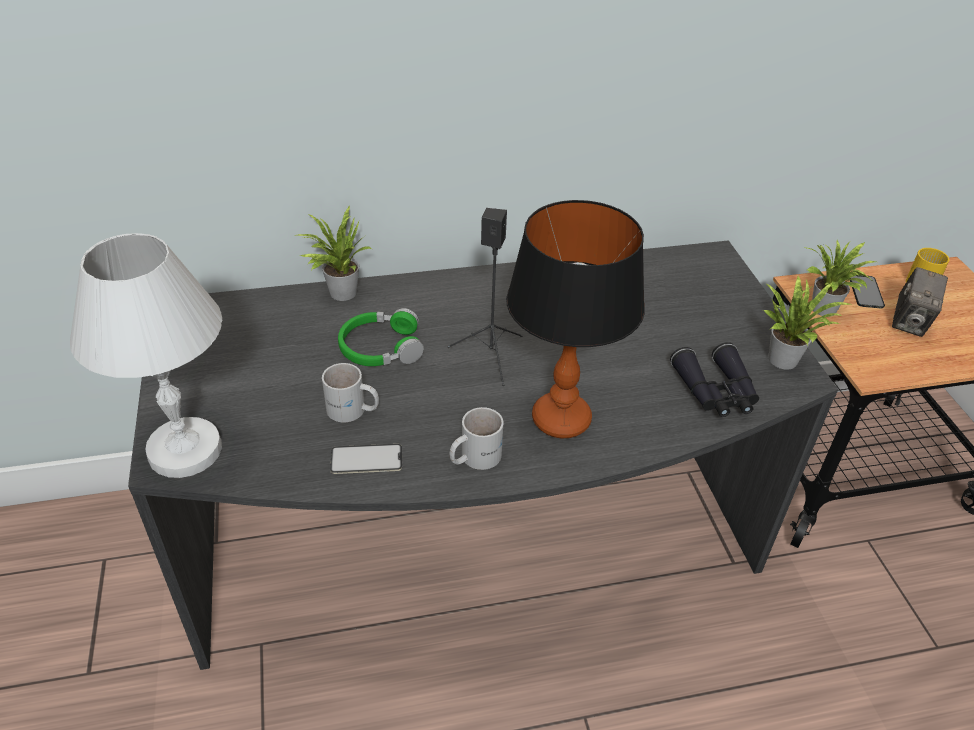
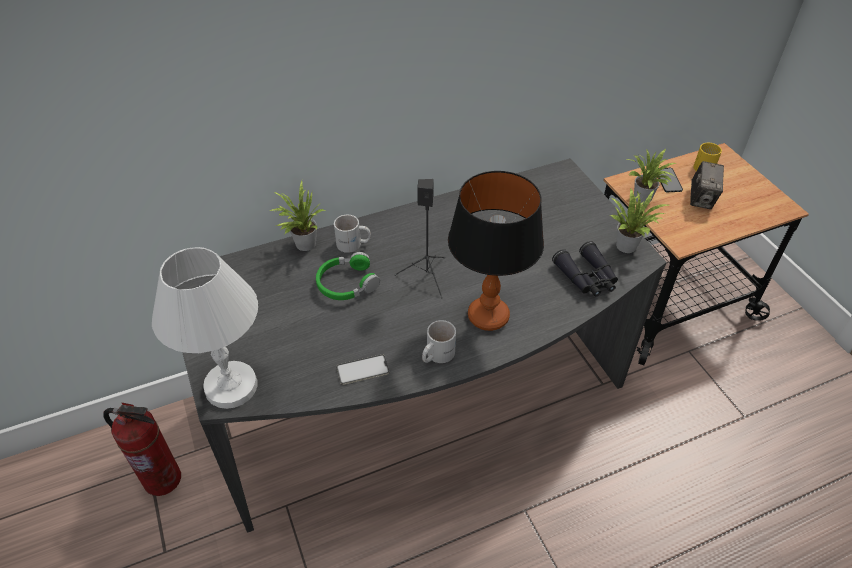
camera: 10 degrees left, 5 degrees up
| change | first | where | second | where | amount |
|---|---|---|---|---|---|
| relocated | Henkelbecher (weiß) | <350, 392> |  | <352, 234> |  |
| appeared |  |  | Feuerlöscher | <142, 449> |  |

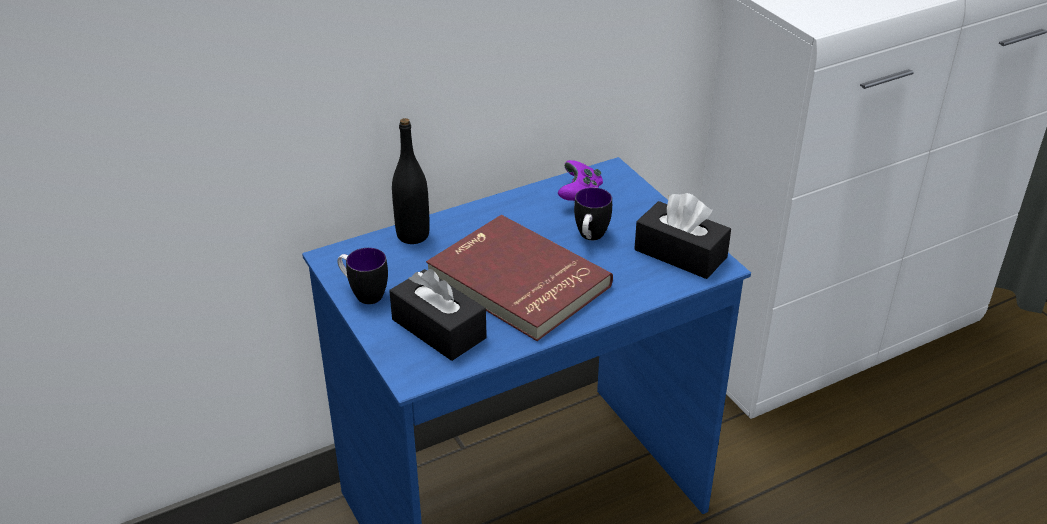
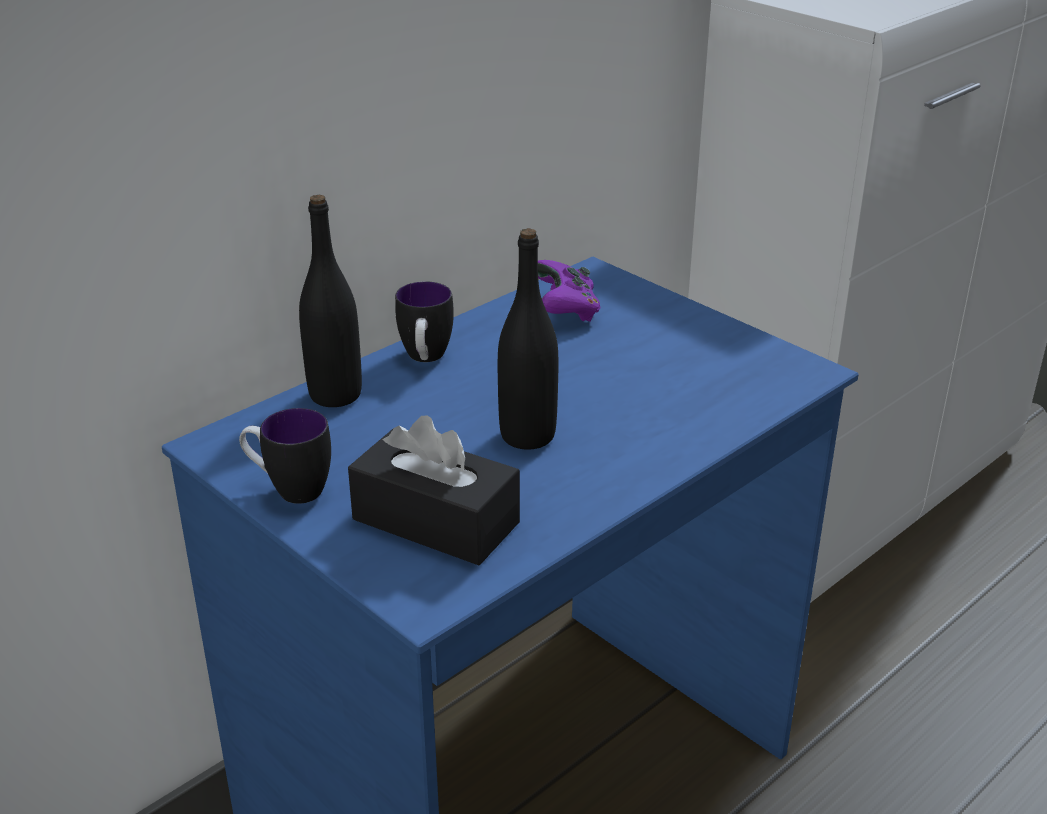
camera: 15 degrees left, 5 degrees down
| change | first | where | second | where | amount |
|---|---|---|---|---|---|
| relocated | Henkelbecher | <593, 213> |  | <424, 322> |  |
| missing | Taschentuchbox (schwarz) | <682, 236> |  |  |  |
| exchanged | Buch (rot) | <519, 278> | Flasche (schwarz) | <528, 338> |  |

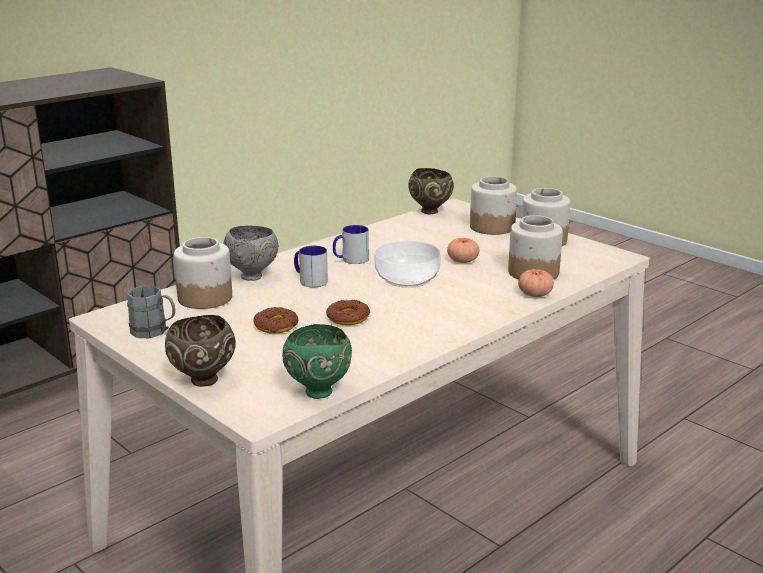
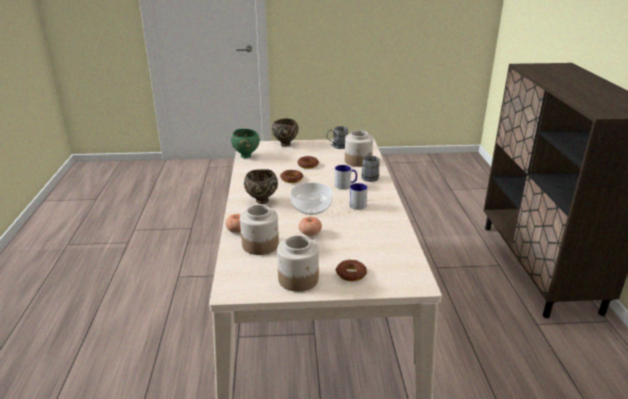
camera: 130 degrees right, 5 degrees up
| change | first | where | second | where | amount |
|---|---|---|---|---|---|
| relocated | Schüssel (braun) | <431, 191> |  | <261, 186> |  |
| exchanged | Vorratsglas | <493, 205> | Donut | <351, 271> |  |
| exchanged | Schüssel (grau) | <250, 253> | Henkelbecher (grau) | <370, 167> |  |

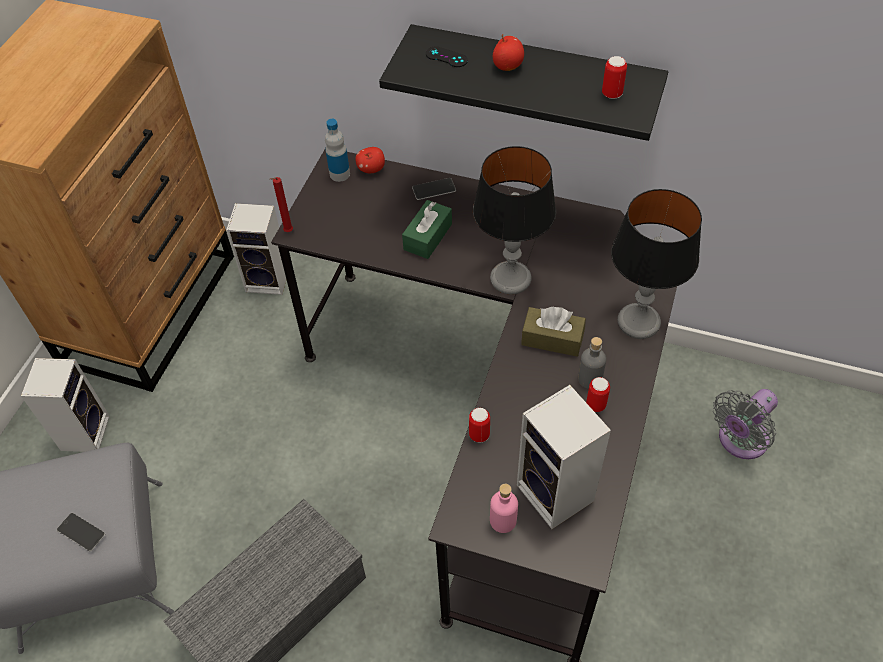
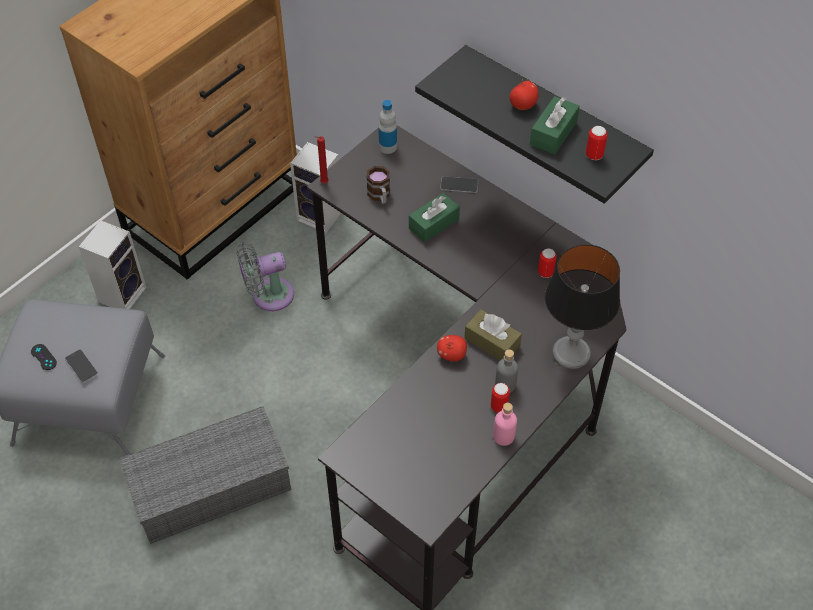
camera: 20 degrees right, 0 degrees up
| change | first | where | second | where | amount |
|---|---|---|---|---|---|
| relocated | Gamepad (schwarz) | <447, 56> |  | <44, 357> |  |
| missing | Tischlampe | <514, 220> |  |  |  |
| relocated | Apfel | <370, 160> |  | <452, 348> |  |
| missing | Lautsprecher | <564, 457> |  |  |  |
| relocated | Ventilator (grau) | <745, 424> |  | <265, 276> |  |
| relocated | Dose | <479, 425> |  | <547, 263> |  |
| relocated | Flasche (rosa) | <504, 508> |  | <505, 424> |  |
| appeared |  |  | Taschentuchbox (grün) | <555, 125> |  |
| appeared |  |  | Henkelbecher | <378, 185> |  |

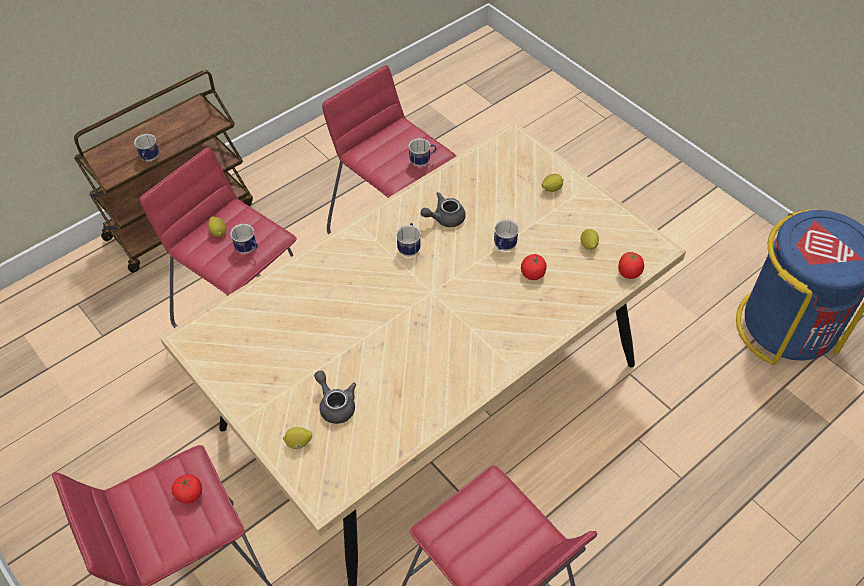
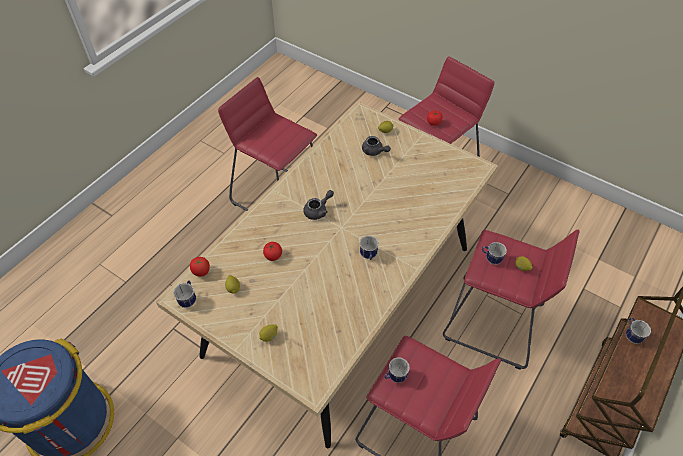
camera: 165 degrees right, 0 degrees up
| change | first | where | second | where | amount |
|---|---|---|---|---|---|
| relocated | Teekanne (grau) | <443, 209> |  | <319, 205> |  |
| relocated | Henkelbecher | <506, 235> |  | <185, 294> |  |

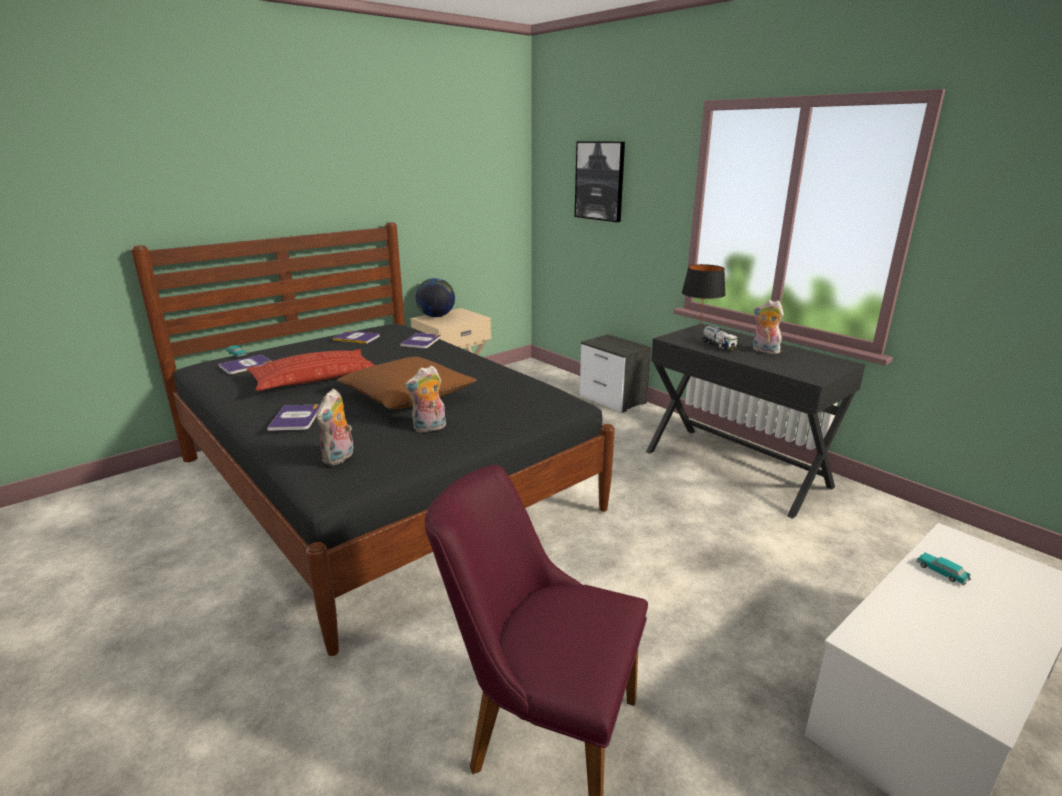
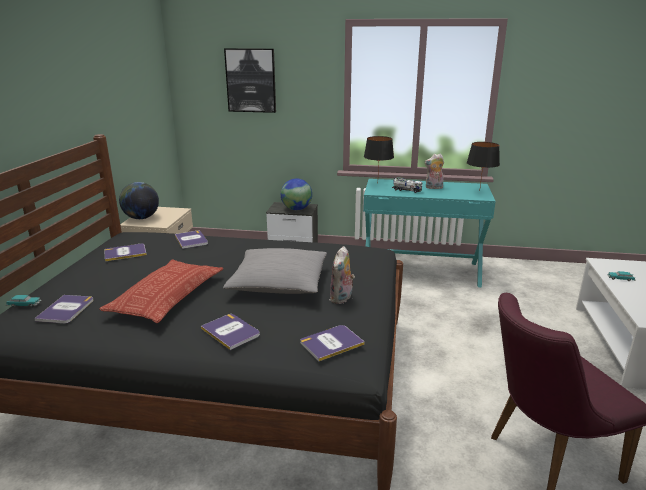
camera: 40 degrees left, 0 degrees up
| change | first | where | second | where | amount |
|---|---|---|---|---|---|
| colour | Schreibtisch (schwarz) | <756, 421> | Schreibtisch (türkis) | <429, 233> |  |
| colour | Kissen (braun) | <407, 382> | Kissen (grau) | <275, 271> |  |
| exchanged | Plüschtier | <335, 427> | Buch | <333, 343> |  |
| appeared |  |  | Tischlampe (schwarz) | <483, 167> |  |
| appeared |  |  | Globus | <296, 194> |  |

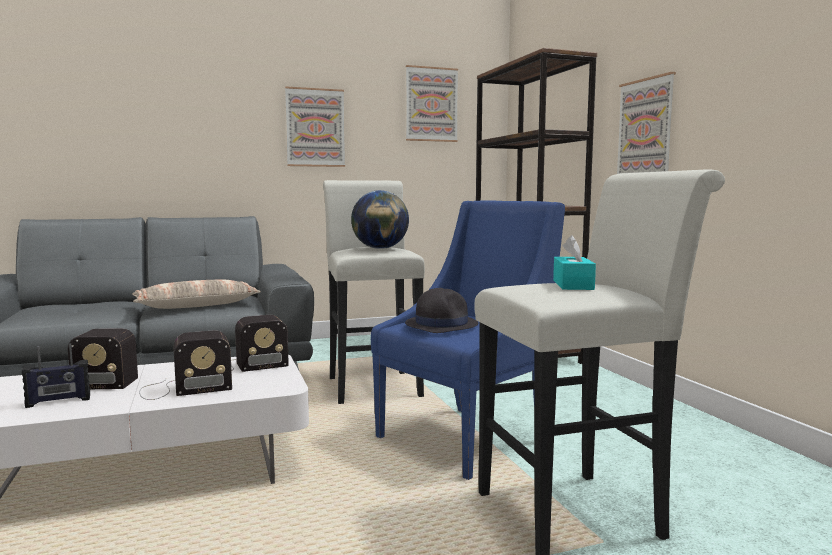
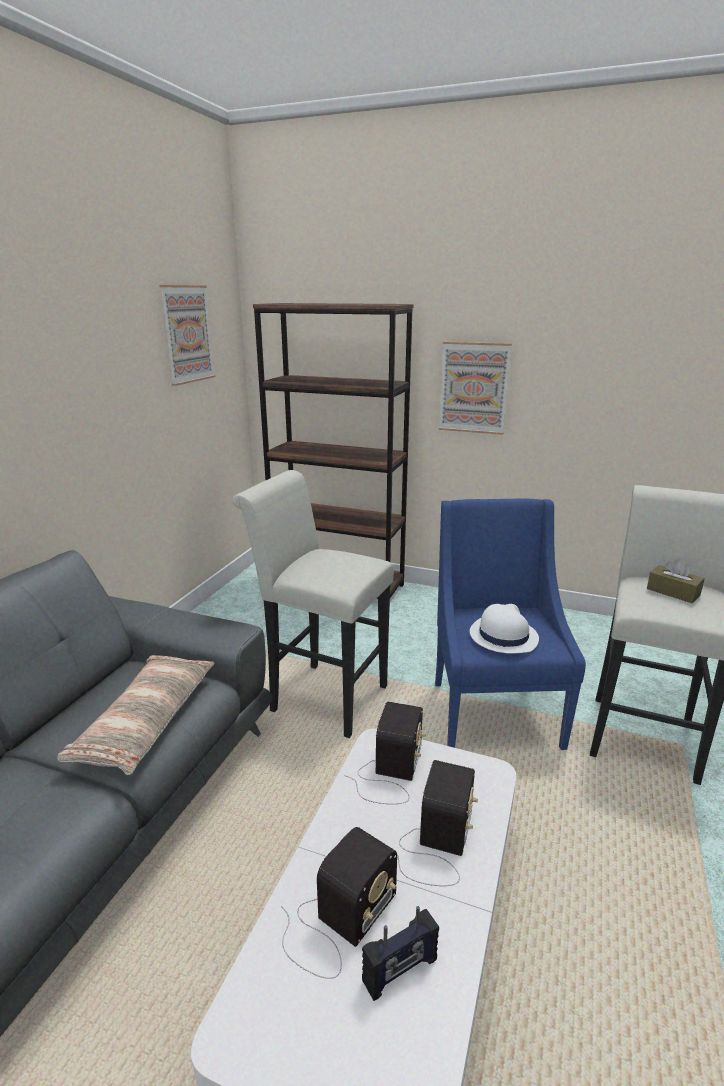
camera: 50 degrees left, 15 degrees up
| change | first | where | second | where | amount |
|---|---|---|---|---|---|
| missing | Bild | <315, 127> |  |  |  |
| missing | Globus | <380, 219> |  |  |  |
| colour | Taschentuchbox (türkis) | <574, 262> | Taschentuchbox (braun) | <676, 580> |  |
| colour | Hut (schwarz) | <441, 310> | Hut (weiß) | <504, 629> |  |
| spun | Radio | <56, 375> |  | <400, 953> | 45 degrees clockwise |

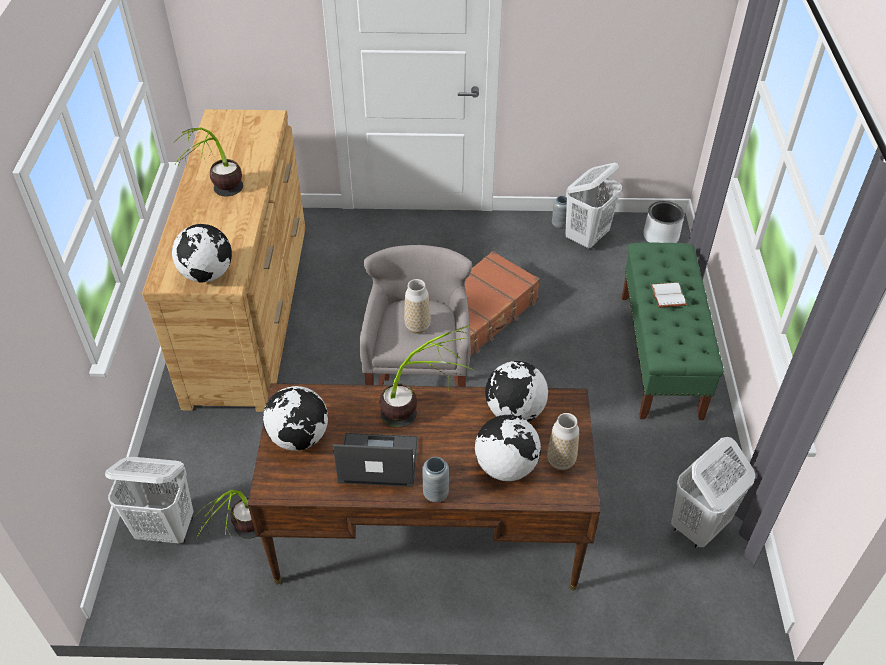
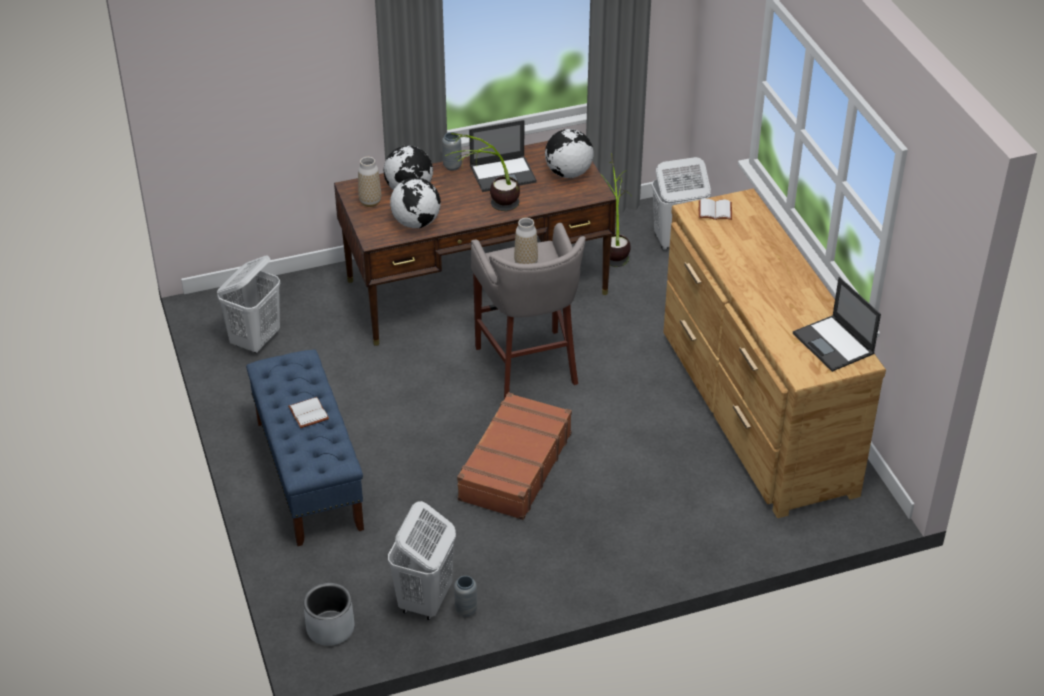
camera: 160 degrees right, 5 degrees down
| change | first | where | second | where | amount |
|---|---|---|---|---|---|
| missing | Topfpflanze | <208, 162> |  |  |  |
| exchanged | Globus | <202, 253> | Buch (weiß) | <715, 209> |  |
| colour | Bank (grün) | <673, 331> | Bank (blau) | <305, 448> |  |
| appeared |  |  | Laptop | <837, 324> |  |

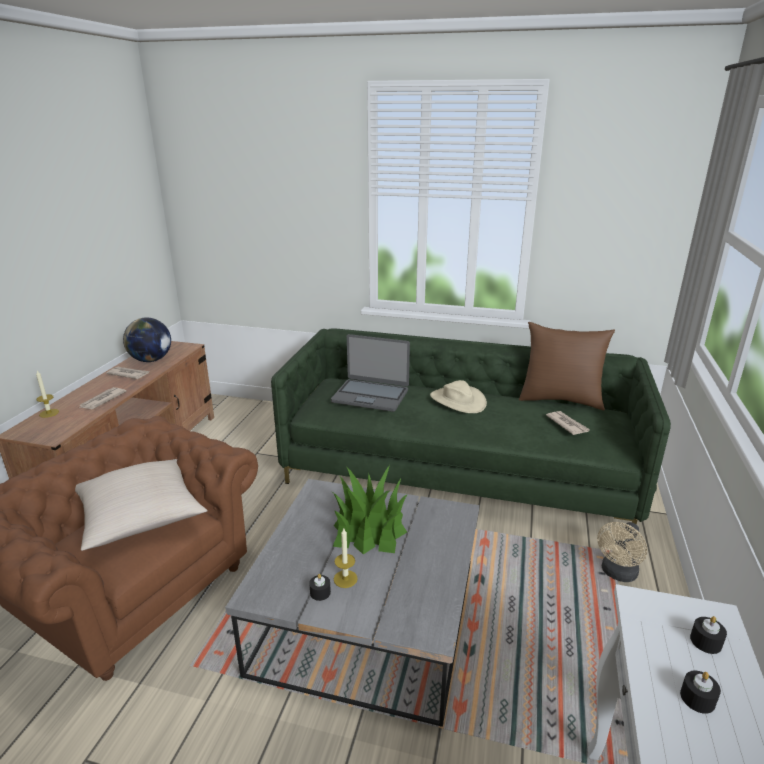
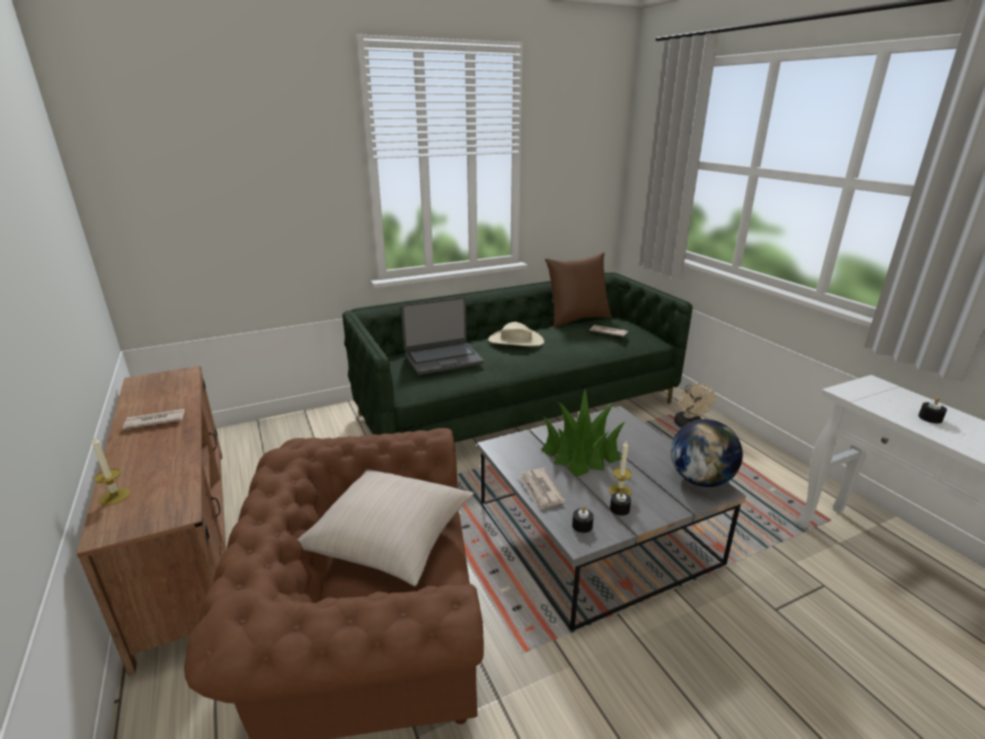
camera: 40 degrees left, 0 degrees up
| change | first | where | second | where | amount |
|---|---|---|---|---|---|
| relocated | Globus | <147, 340> |  | <707, 453> |  |
| relocated | Zeitung | <102, 398> |  | <541, 489> |  |
| relocated | Kerze (schwarz) | <708, 635> |  | <583, 519> |  |

